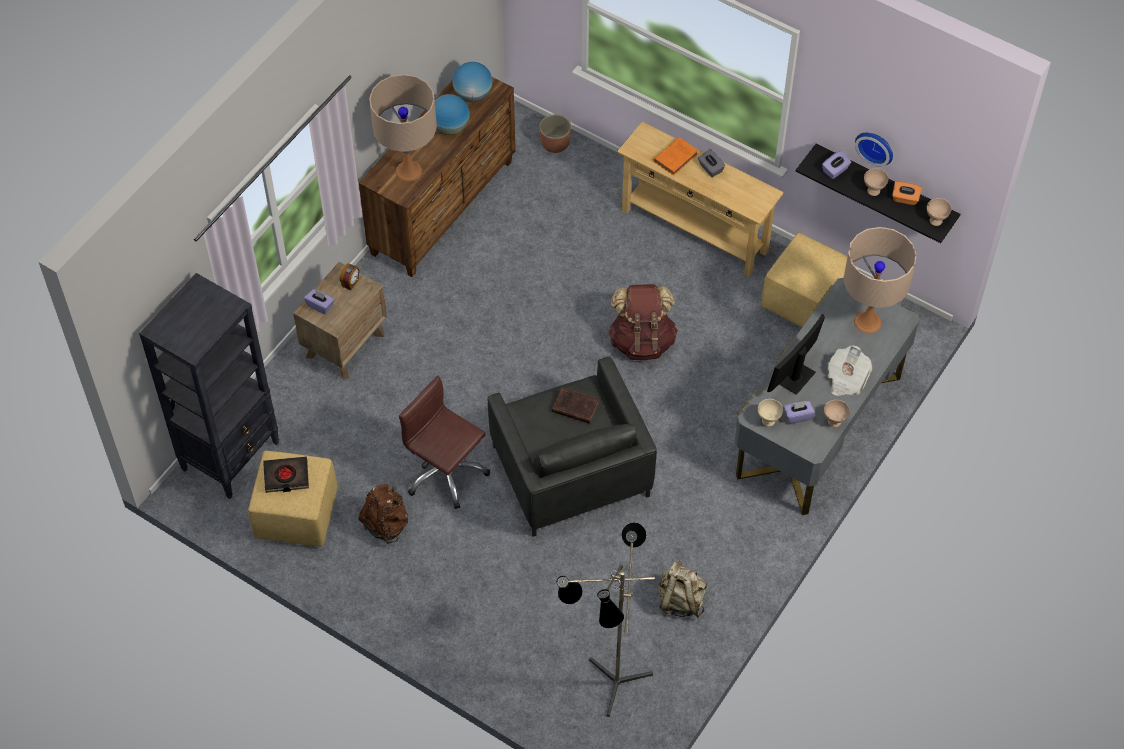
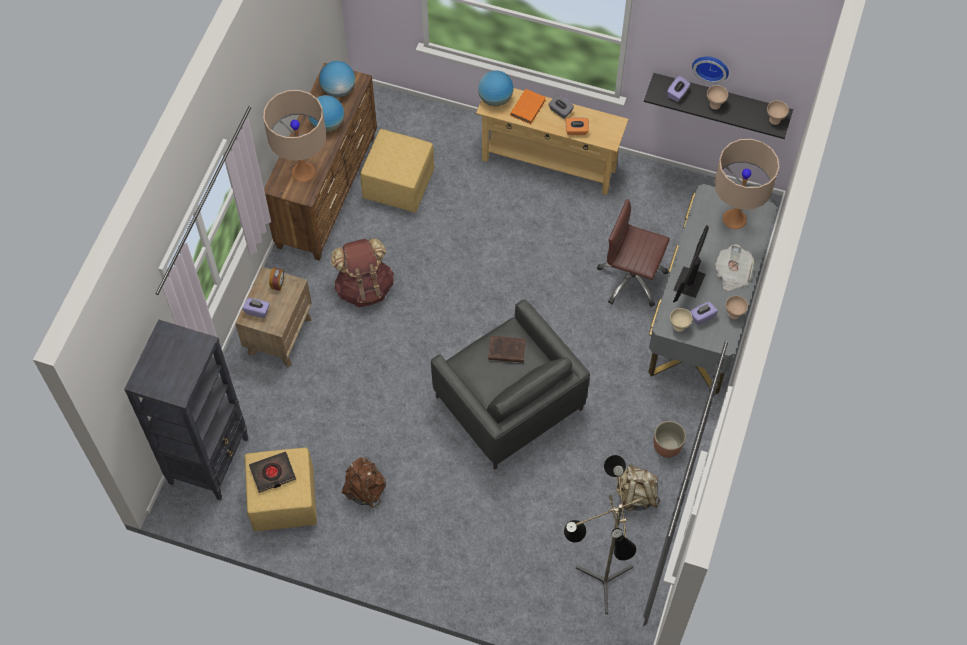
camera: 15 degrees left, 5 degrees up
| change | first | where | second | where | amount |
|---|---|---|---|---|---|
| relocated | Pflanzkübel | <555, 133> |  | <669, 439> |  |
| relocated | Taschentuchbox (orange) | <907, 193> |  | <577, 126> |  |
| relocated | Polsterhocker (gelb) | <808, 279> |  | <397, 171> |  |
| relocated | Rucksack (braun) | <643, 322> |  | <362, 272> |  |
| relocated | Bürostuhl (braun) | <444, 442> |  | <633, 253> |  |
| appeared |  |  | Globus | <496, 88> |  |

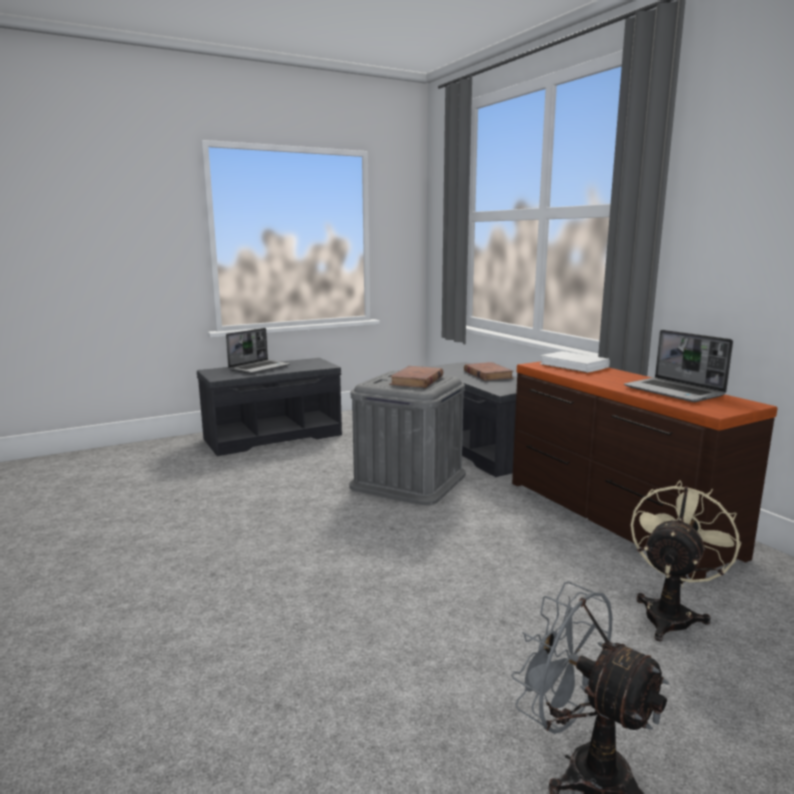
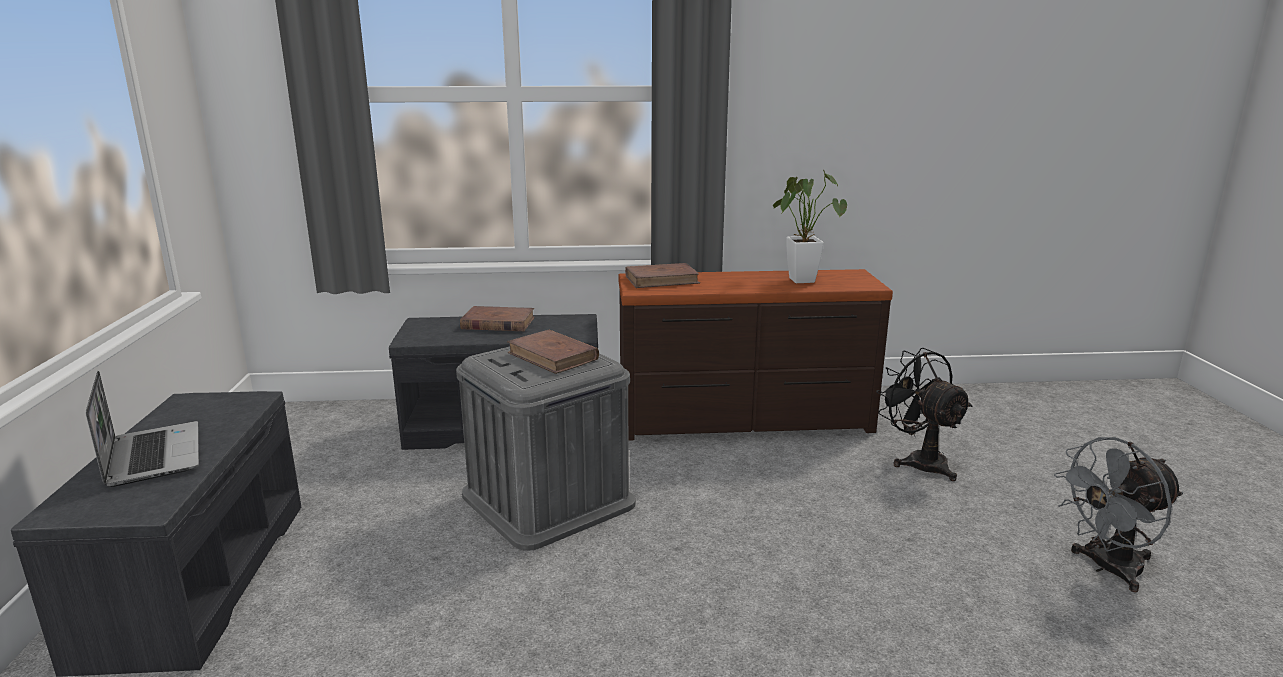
camera: 65 degrees left, 5 degrees up
| change | first | where | second | where | amount |
|---|---|---|---|---|---|
| exchanged | Laptop | <678, 366> | Topfpflanze | <810, 226> |  |
| colour | Buch (weiß) | <575, 362> | Buch (braun) | <662, 275> |  |
| colour | Ventilator (beige) | <686, 560> | Ventilator (schwarz) | <924, 414> |  |

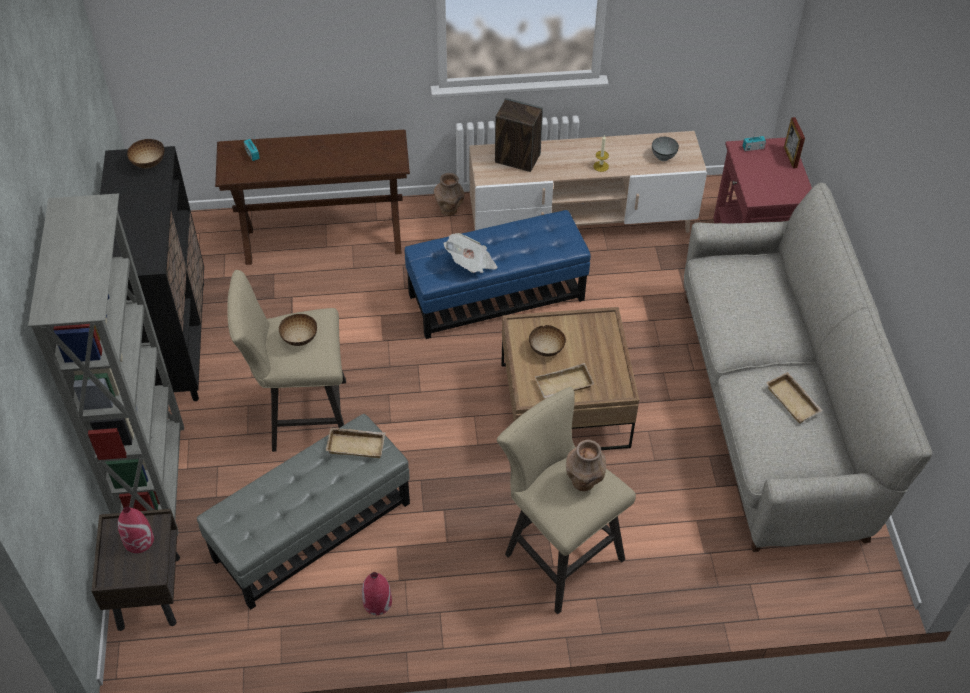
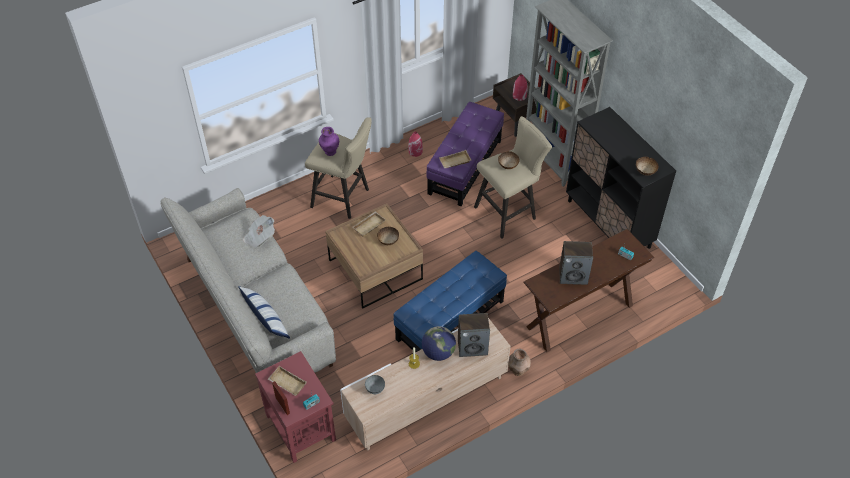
camera: 155 degrees right, 0 degrees up
| change | first | where | second | where | amount |
|---|---|---|---|---|---|
| relocated | Zeitung | <470, 253> |  | <259, 232> |  |
| relocated | Tablett (beige) | <794, 398> |  | <287, 381> |  |
| colour | Polsterhocker (grau) | <303, 512> | Polsterhocker (lila) | <465, 154> |  |
| colour | Vase (braun) | <586, 465> | Vase (lila) | <329, 141> |  |
| appeared |  |  | Lautsprecher | <576, 263> |  |
| appeared |  |  | Kissen | <264, 312> |  |
| appeared |  |  | Globus | <439, 343> |  |

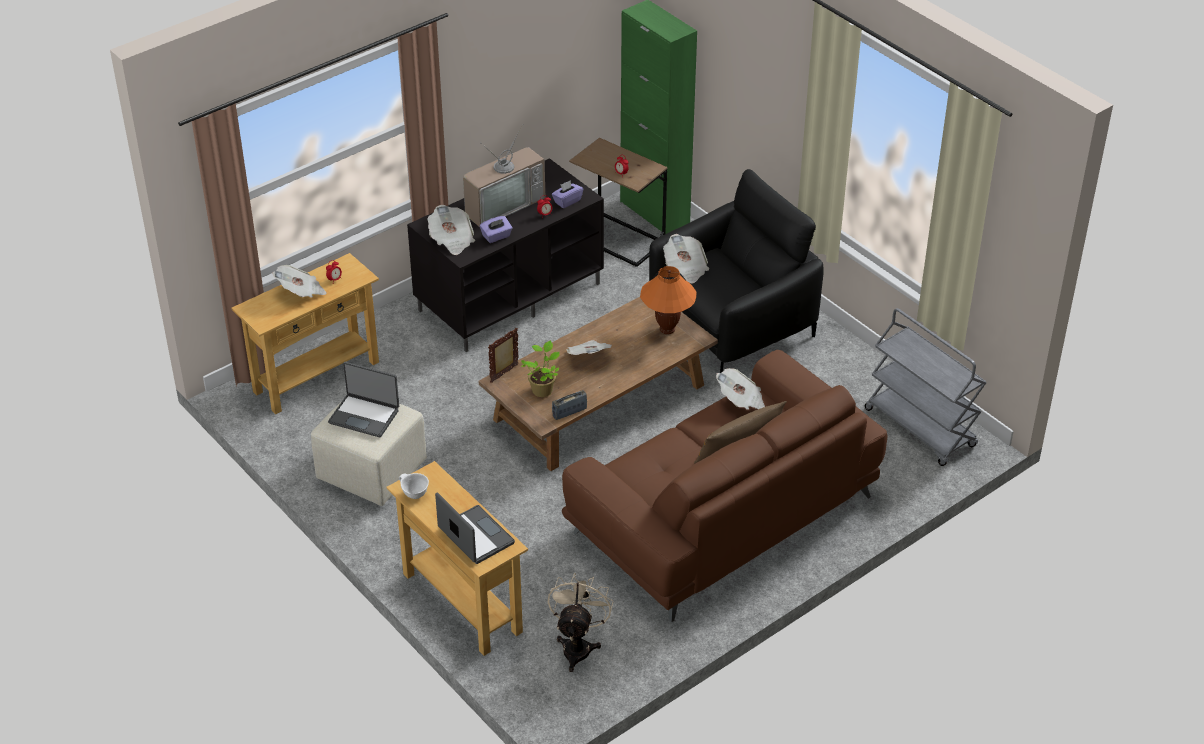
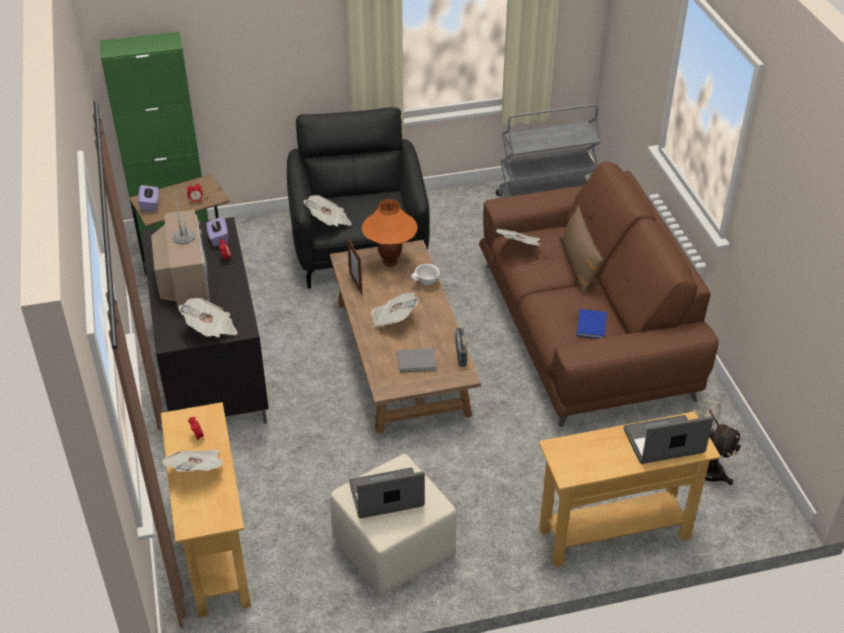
camera: 65 degrees left, 0 degrees up
| change | first | where | second | where | amount |
|---|---|---|---|---|---|
| relocated | Taschentuchbox (lila) | <496, 229> |  | <148, 198> |  |
| relocated | Bilderrahmen | <503, 355> |  | <355, 266> |  |
| exchanged | Topfpflanze | <540, 369> | Buch (grau) | <416, 360> |  |
| spun | Laptop | <363, 399> |  | <387, 493> | 150 degrees counterclockwise |
| relocated | Schüssel (weiß) | <414, 486> |  | <425, 274> |  |
| appeared |  |  | Buch (blau) | <592, 324> |  |

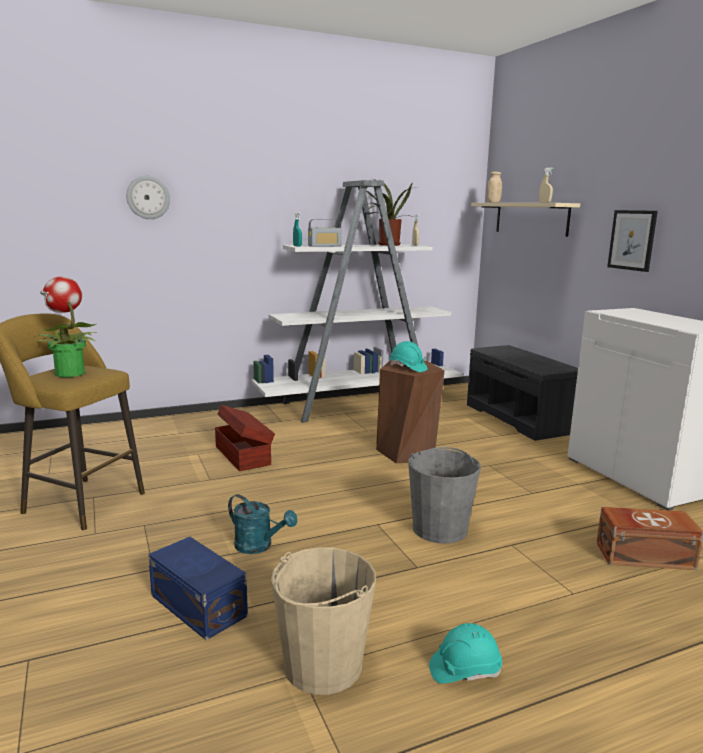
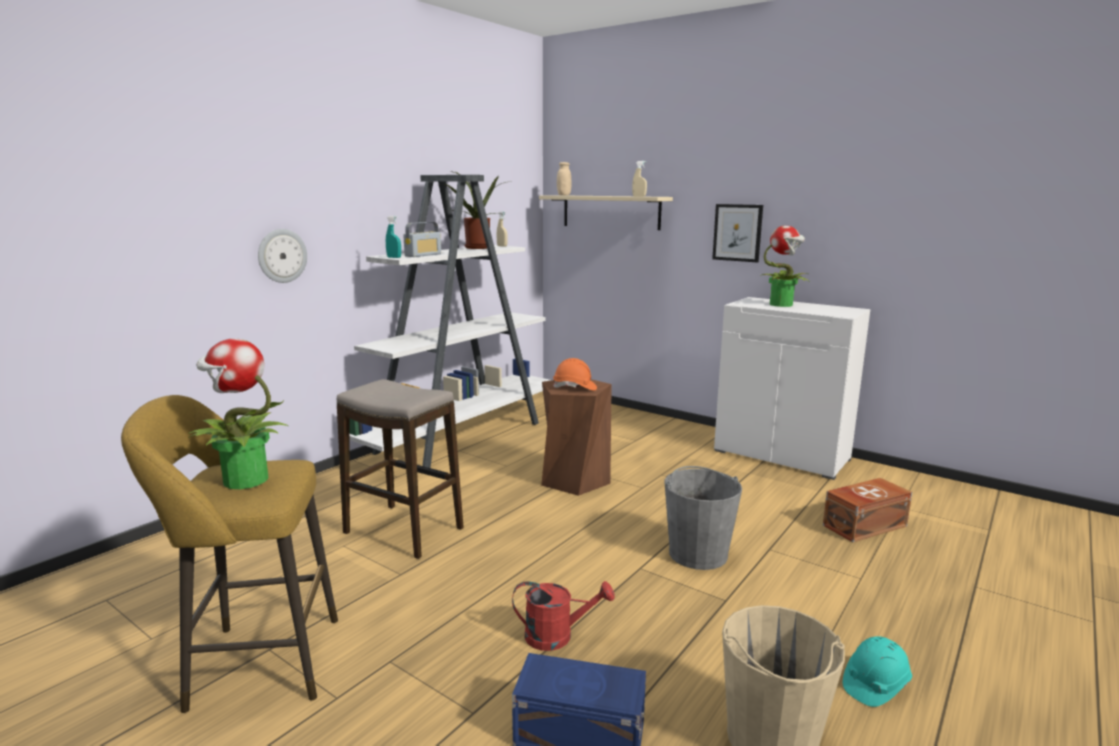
camera: 30 degrees left, 0 degrees up
| change | first | where | second | where | amount |
|---|---|---|---|---|---|
| relocated | Wanduhr | <148, 197> |  | <282, 256> |  |
| colour | Schutzhelm (türkis) | <409, 356> | Schutzhelm (orange) | <575, 374> |  |
| missing | Bank (grau) | <522, 393> |  |  |  |
| exchanged | Aufbewahrungsbox (braun) | <245, 438> | Hocker | <400, 469> |  |
| colour | Gießkanne (türkis) | <262, 524> | Gießkanne (rot) | <563, 616> |  |
| appeared |  |  | Topfpflanze | <785, 266> |  |

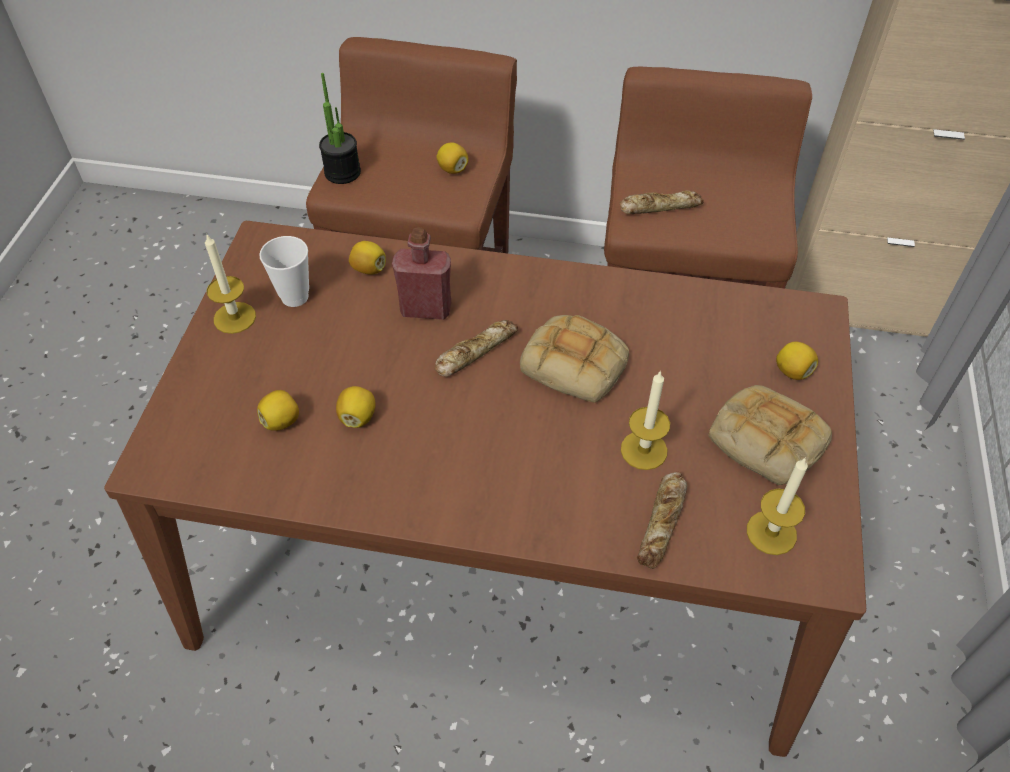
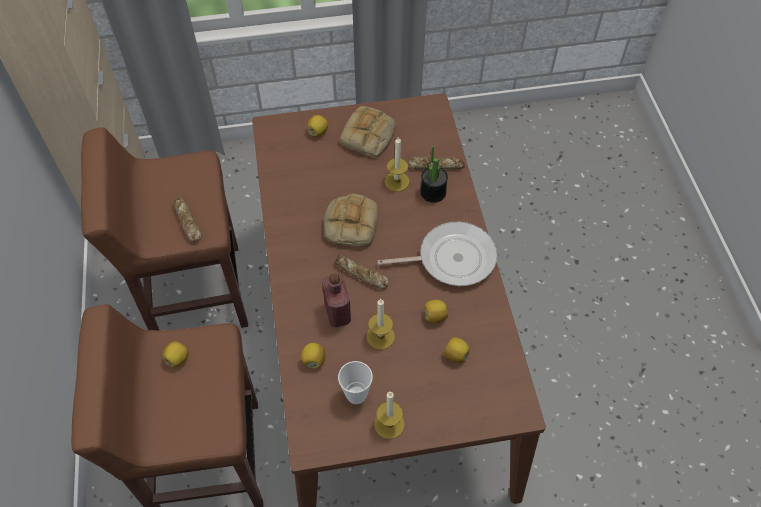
camera: 110 degrees left, 5 degrees up
| change | first | where | second | where | amount |
|---|---|---|---|---|---|
| relocated | Topfpflanze | <340, 128> |  | <434, 174> |  |
| relocated | Kerze | <777, 506> |  | <380, 324> |  |
| appeared |  |  | Pfanne | <437, 254> |  |

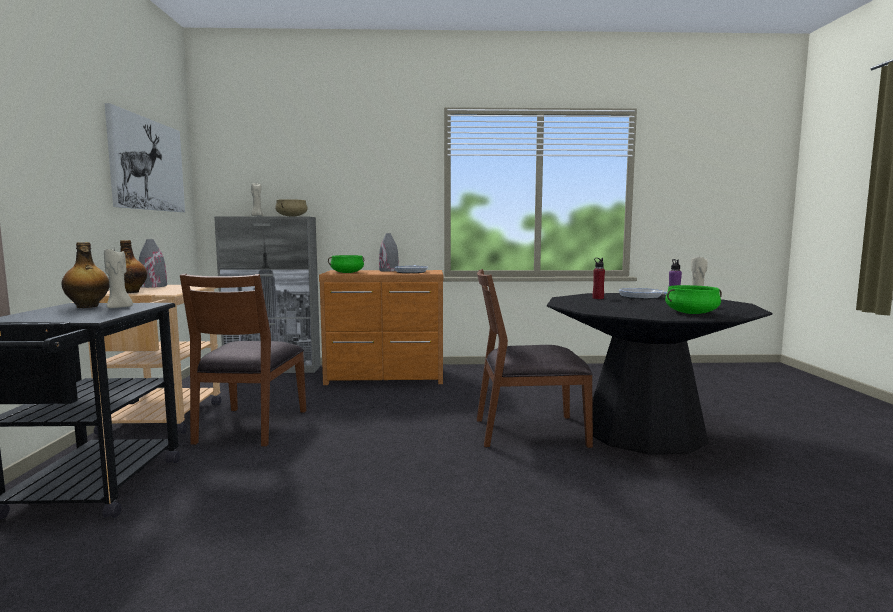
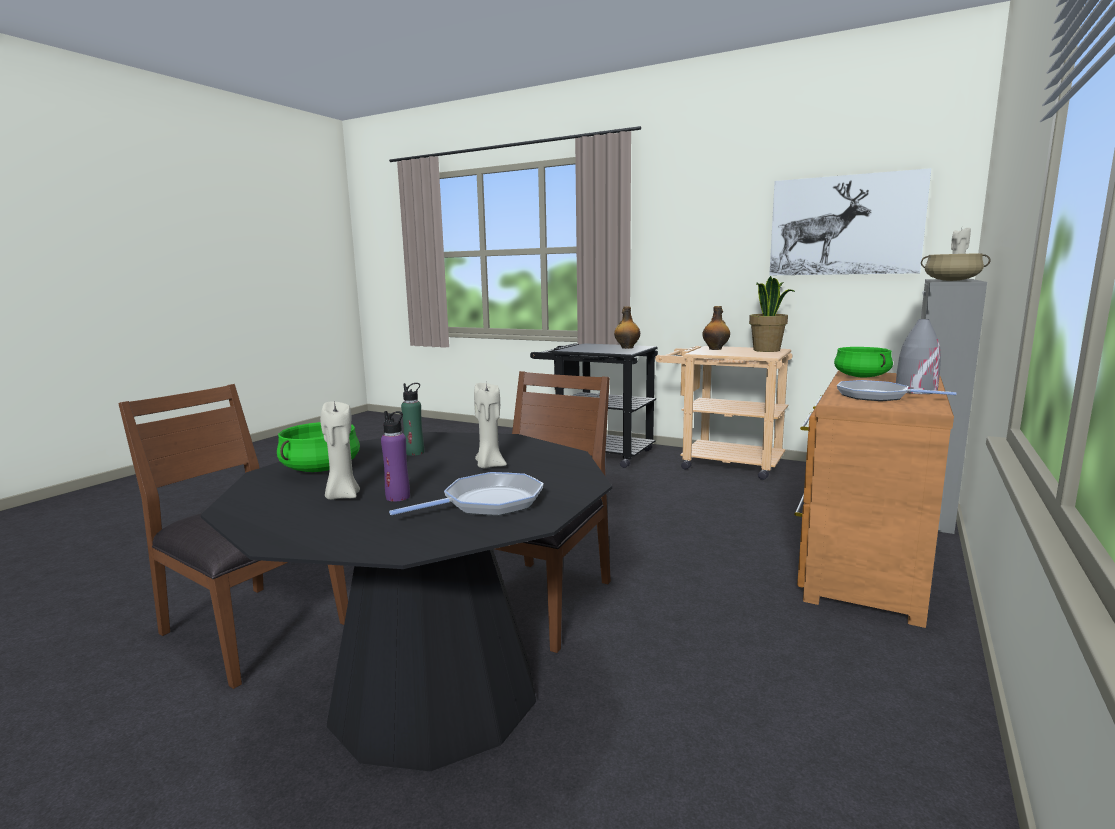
camera: 120 degrees right, 5 degrees up
| change | first | where | second | where | amount |
|---|---|---|---|---|---|
| exchanged | Vase (grau) | <153, 263> | Topfpflanze | <772, 314> |  |
| relocated | Kerze (beige) | <118, 278> |  | <490, 425> |  |
| missing | Flasche (rot) | <599, 278> |  |  |  |
| relocated | Stuhl (braun) | <243, 360> |  | <233, 536> |  |
| appeared |  |  | Flasche (grün) | <412, 419> |  |

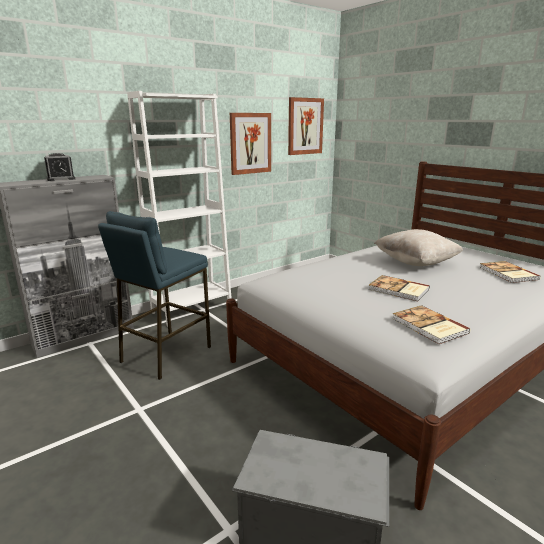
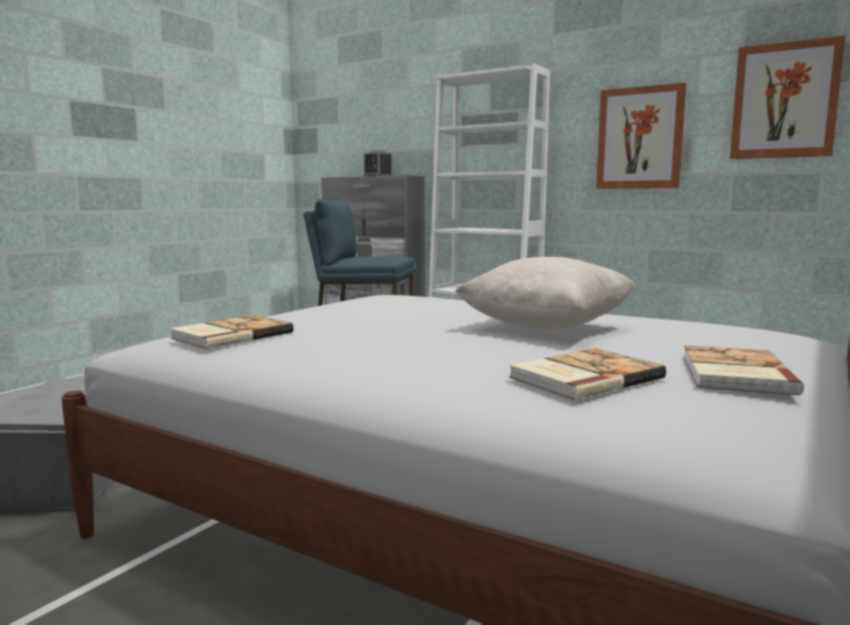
camera: 70 degrees right, 10 degrees down
| change | first | where | second | where | amount |
|---|---|---|---|---|---|
| relocated | Buch | <399, 288> |  | <743, 370> |  |

